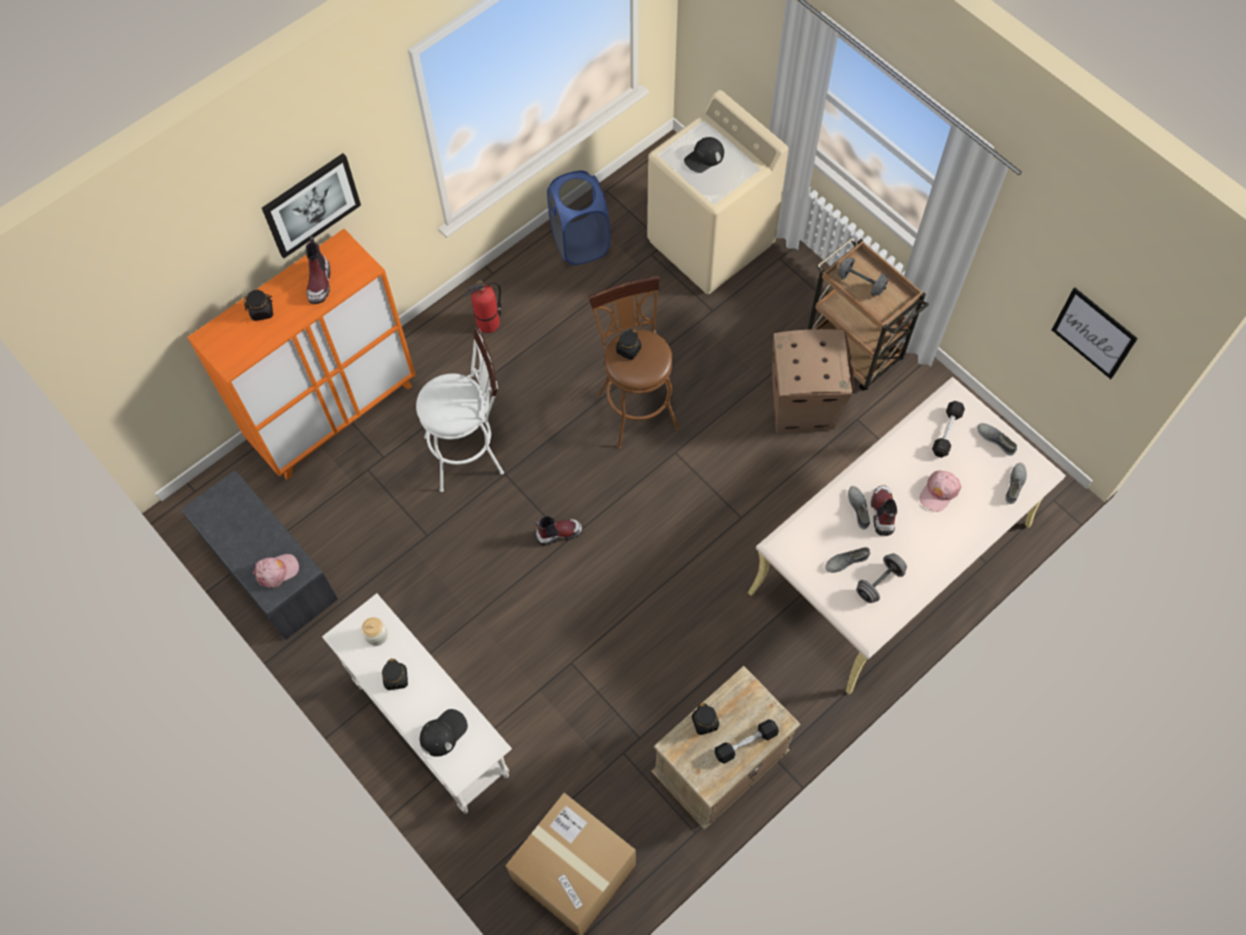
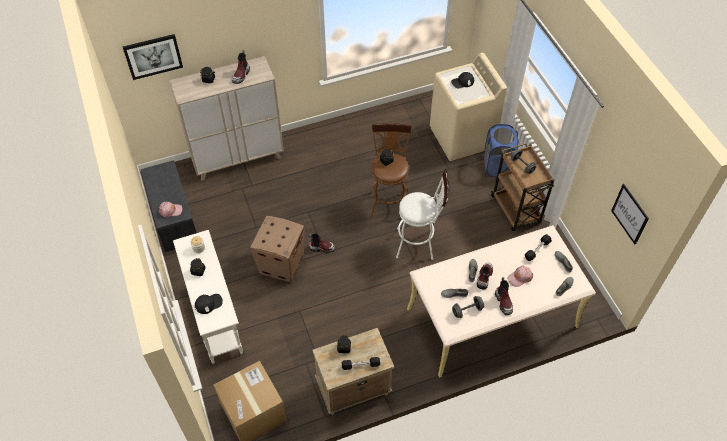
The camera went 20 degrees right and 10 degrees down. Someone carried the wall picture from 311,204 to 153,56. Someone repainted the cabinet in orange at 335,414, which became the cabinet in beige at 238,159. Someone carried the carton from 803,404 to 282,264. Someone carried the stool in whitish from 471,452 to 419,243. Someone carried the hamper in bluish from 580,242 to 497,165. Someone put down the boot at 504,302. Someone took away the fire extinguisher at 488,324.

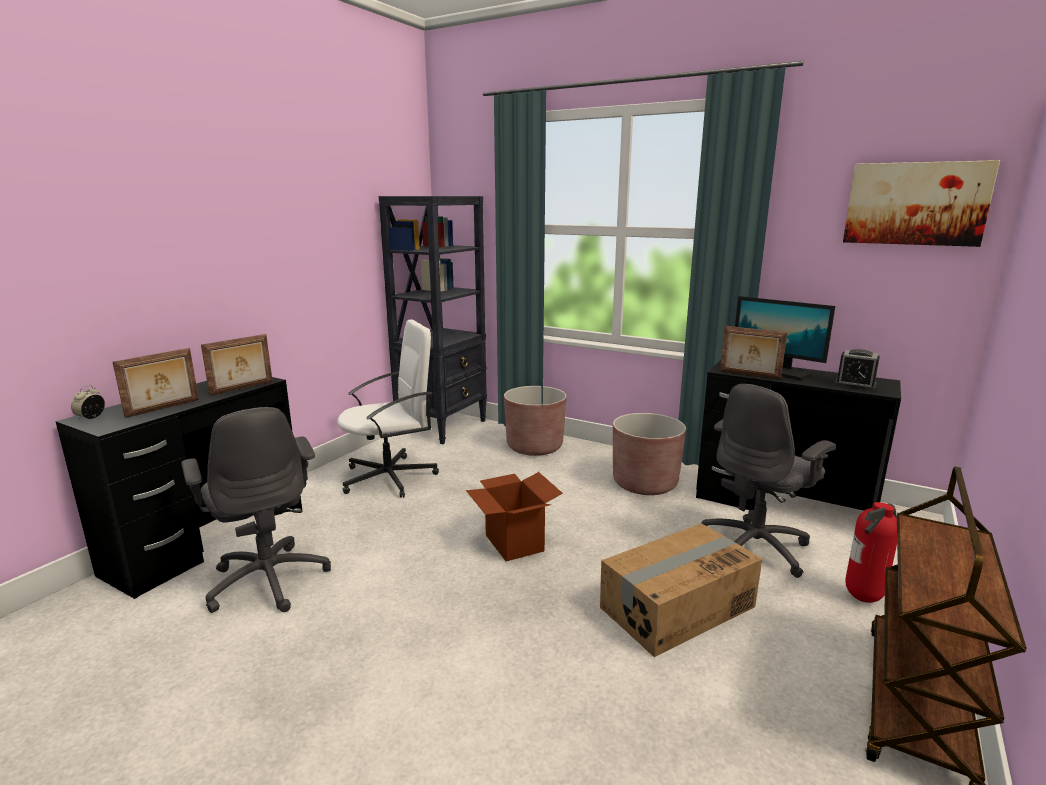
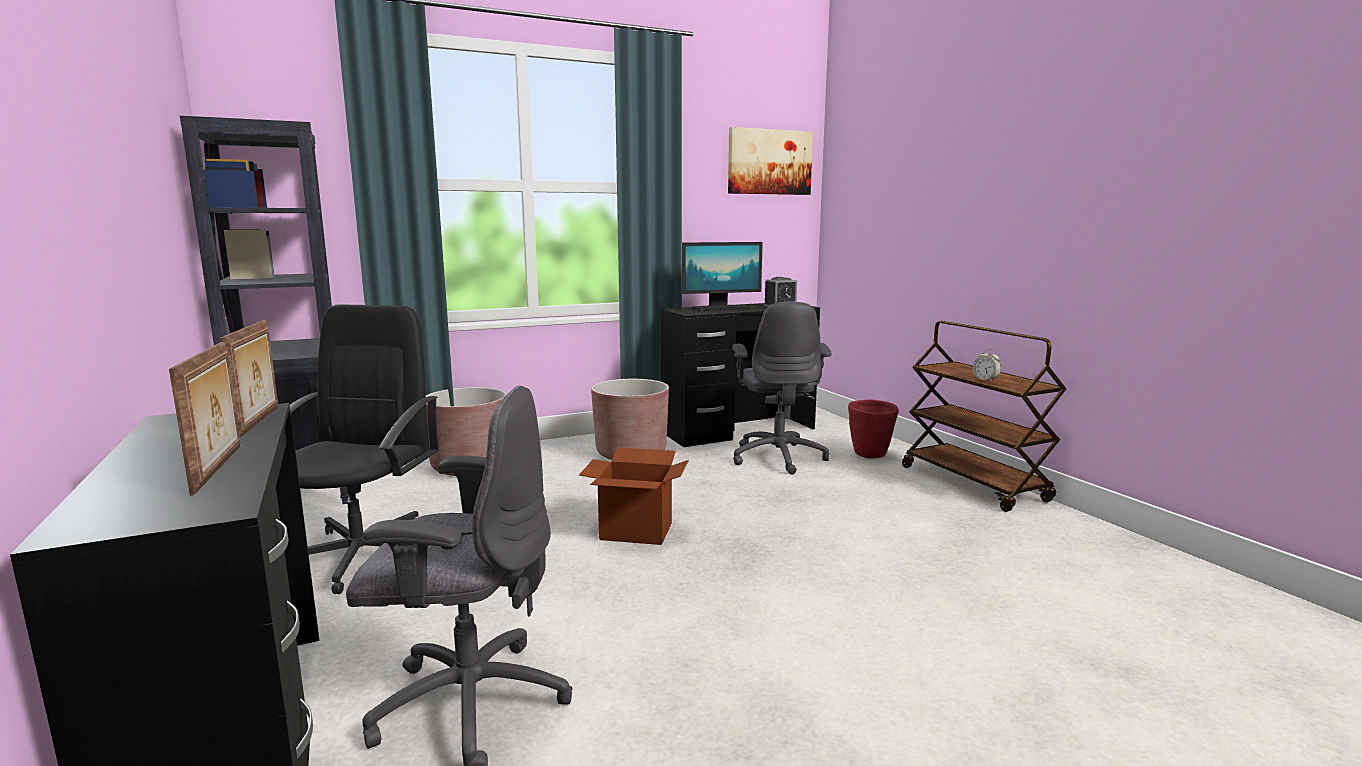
The camera went 55 degrees left and 5 degrees down. Someone repainted the office chair in whitish at 390,477, which became the office chair in black at 362,554. Someone swapped the fire extinguisher at 864,599 for the plant pot in red-coloured at 870,455. Someone carried the bedside clock from 91,417 to 985,380. Someone took away the carton at 676,607. Someone took away the photo frame at 749,375.

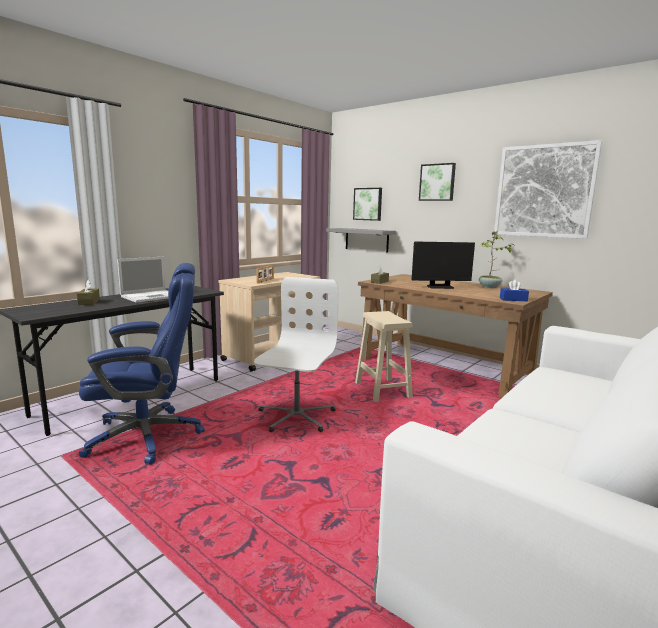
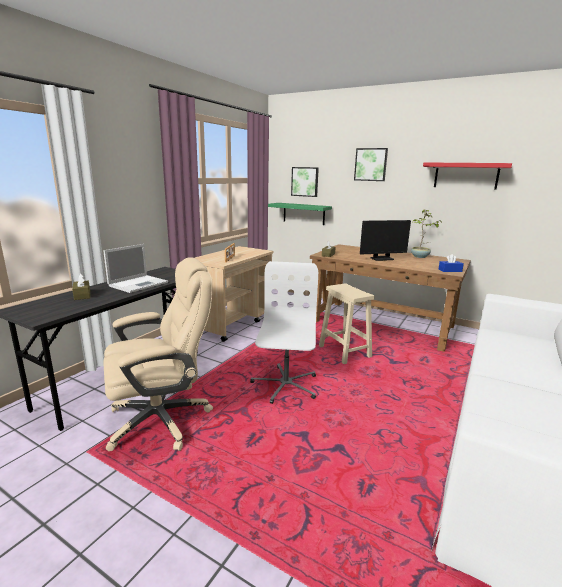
The camera went 10 degrees left and 5 degrees up. Someone repainted the office chair in bluish at 148,436, which became the office chair in beige at 161,419. Someone repainted the shelf in grey at 366,239, which became the shelf in greenish at 303,213. Someone swapped the wall picture at 544,191 for the shelf in red-coloured at 466,176.

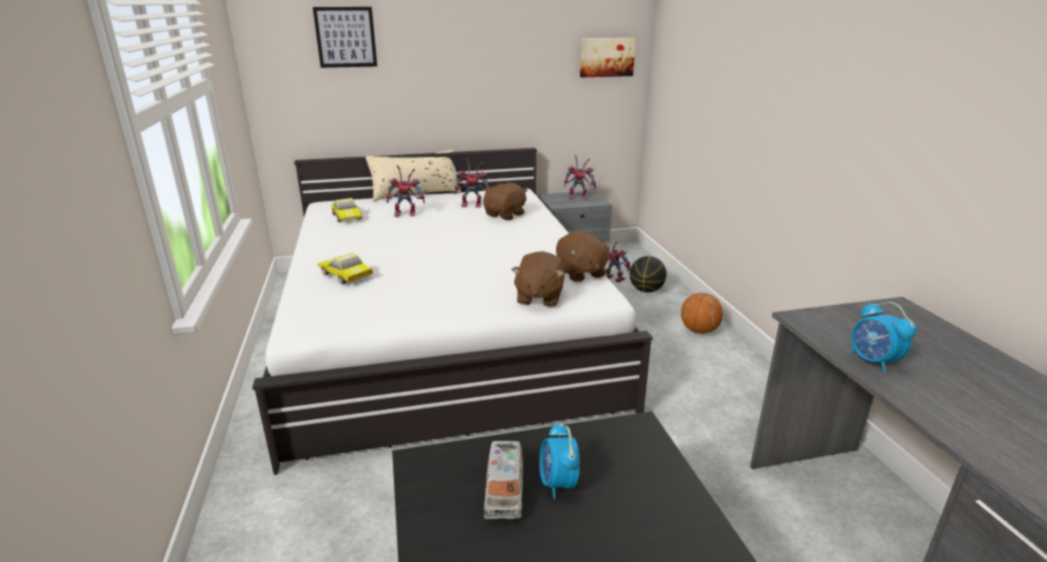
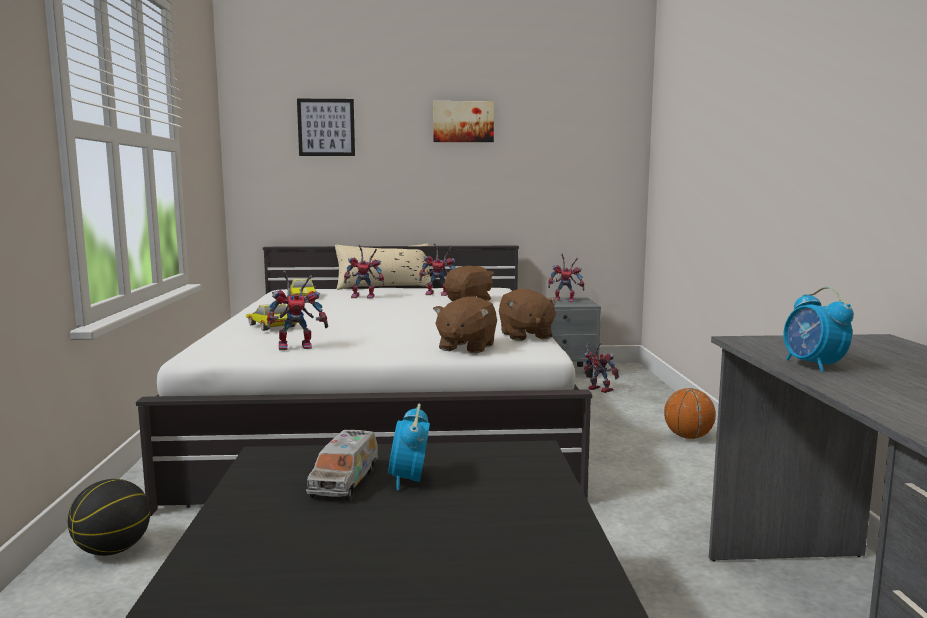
The camera went 10 degrees right and 15 degrees down. Someone carried the basketball from 646,290 to 113,550. Someone put down the robot figure at 298,346. Someone carried the wall picture from 606,57 to 463,122.

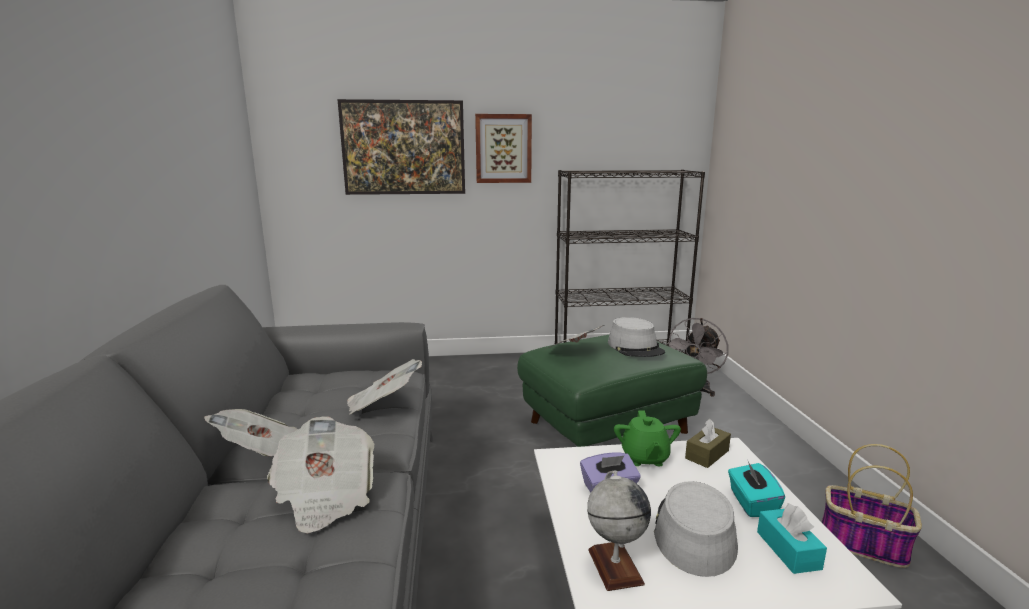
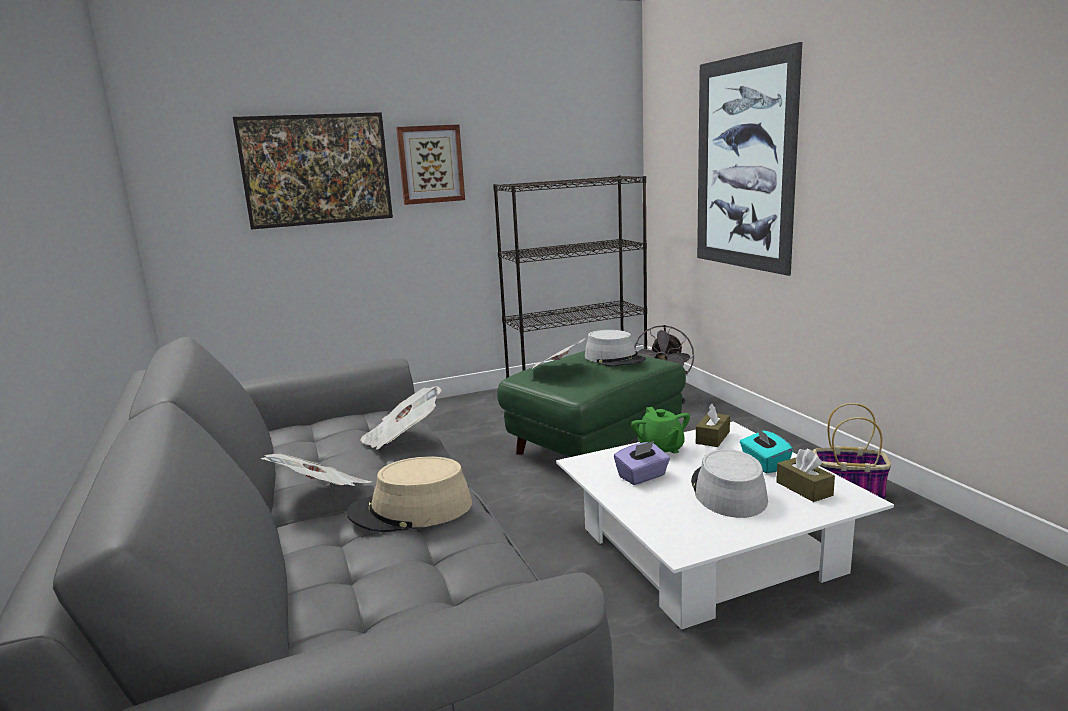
The camera went 15 degrees left and 0 degrees up. Someone swapped the daily paper at 325,496 for the wearable hat in beige at 411,510. Someone put up the wall picture at 744,164. Someone repainted the box of tissues in turquoise at 788,550, which became the box of tissues in brown at 804,488. Someone took away the globe at 614,566.

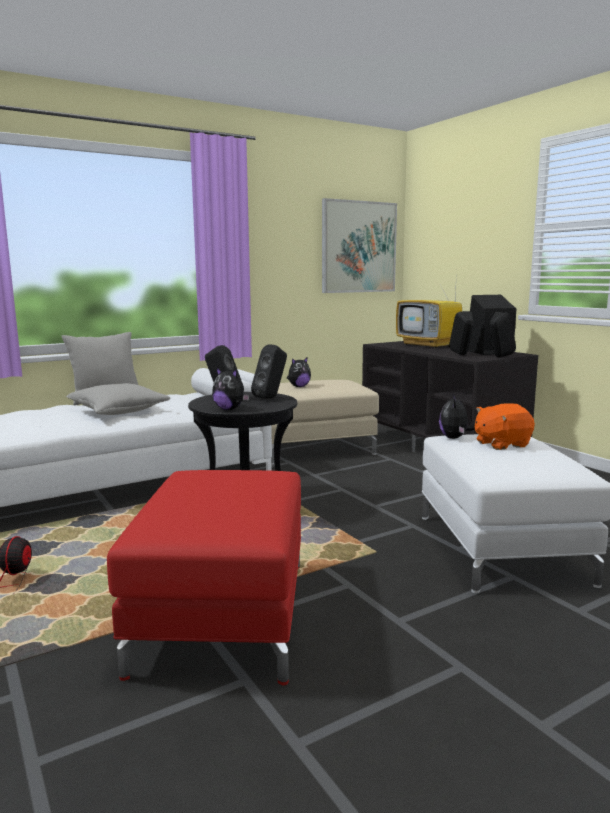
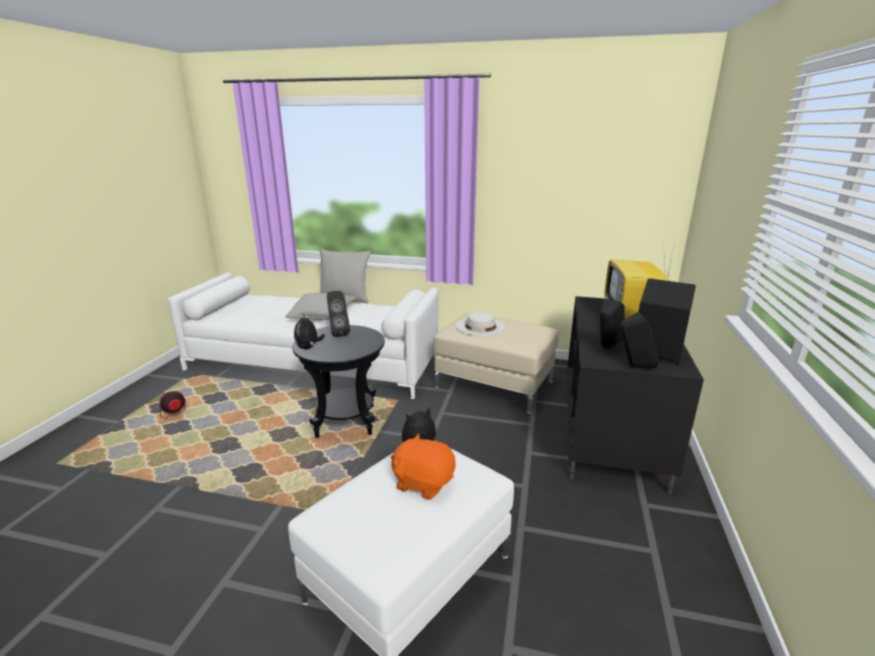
The camera went 45 degrees right and 10 degrees up. Someone swapped the cuddly toy at 299,386 for the wearable hat in whitish at 480,326. Someone took away the footrest in red-coloured at 225,615. Someone took away the loudspeaker in black at 271,397. Someone took away the wall picture at 359,247.

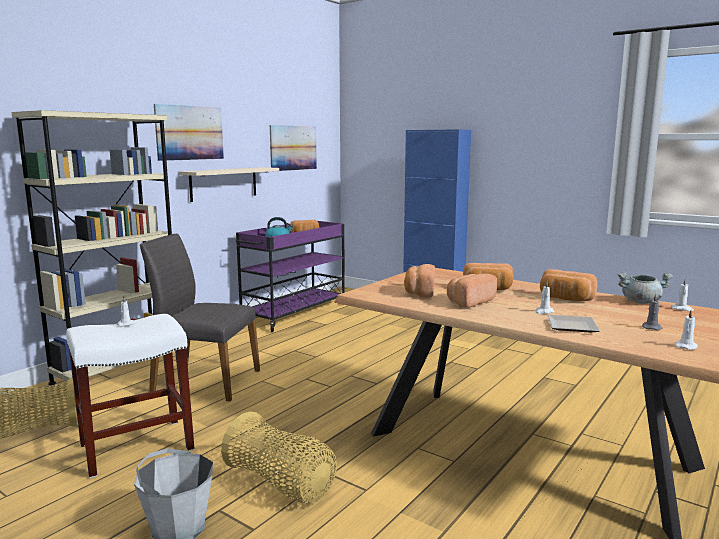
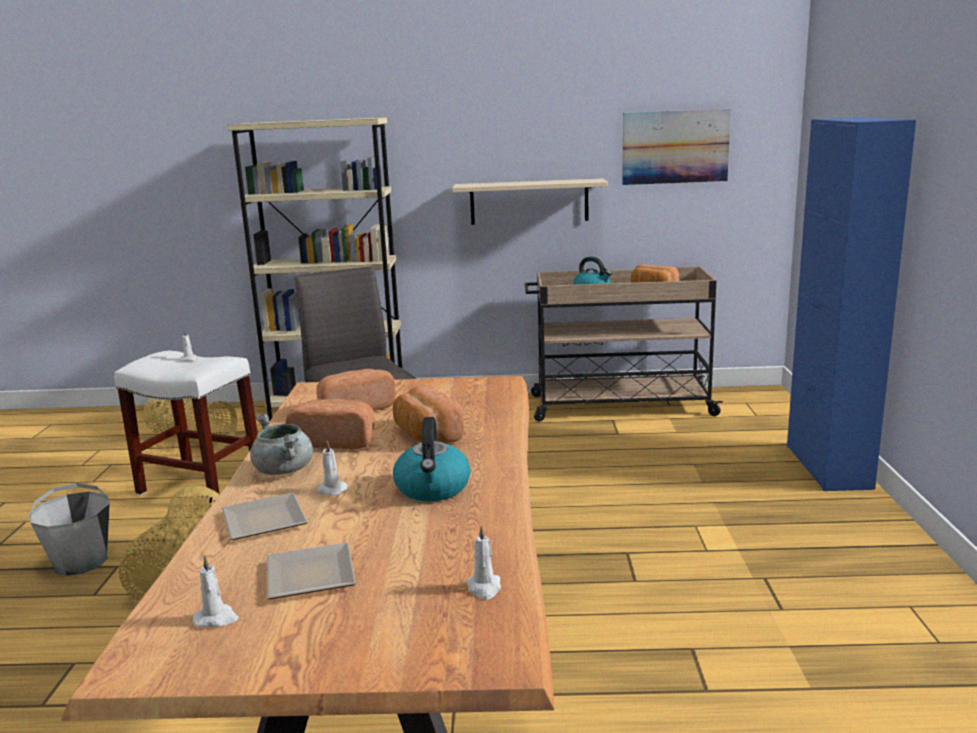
The camera went 55 degrees right and 5 degrees up. Someone carried the stockpot in grey from 641,302 to 284,470. Someone swapped the candle in grey at 651,327 for the flat dish at 314,577. Someone swapped the bread at 565,299 for the kettle at 433,489. Someone repainted the cart in purplish at 293,313, which became the cart in beige at 619,405. Someone took away the wall picture at 190,133.

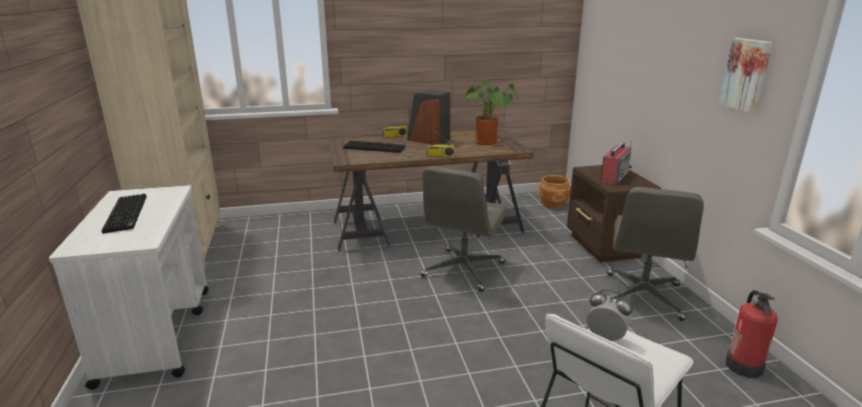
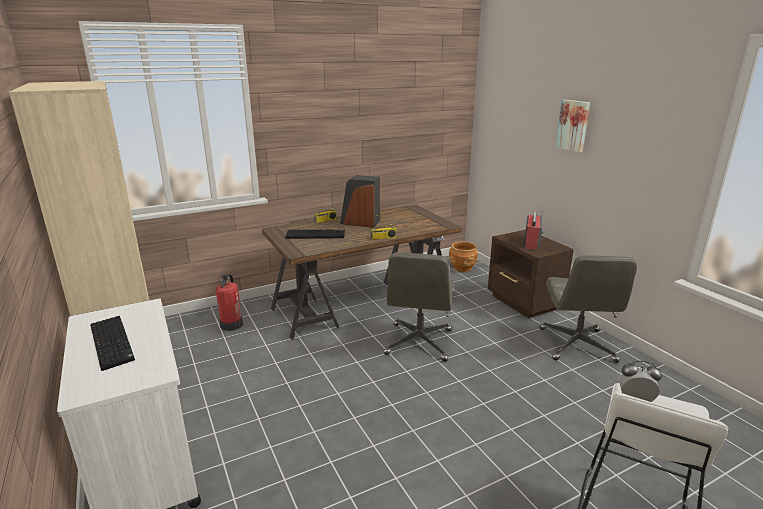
The camera went 15 degrees left and 0 degrees up. Someone carried the fire extinguisher from 744,366 to 232,324. Someone carried the wall picture from 747,74 to 573,125. Someone took away the houseplant at 488,142.

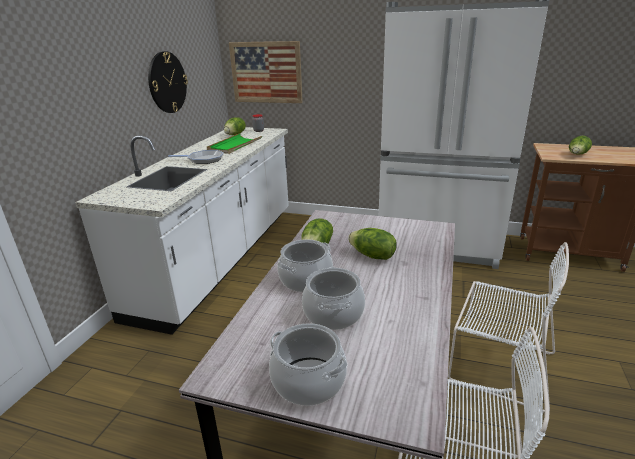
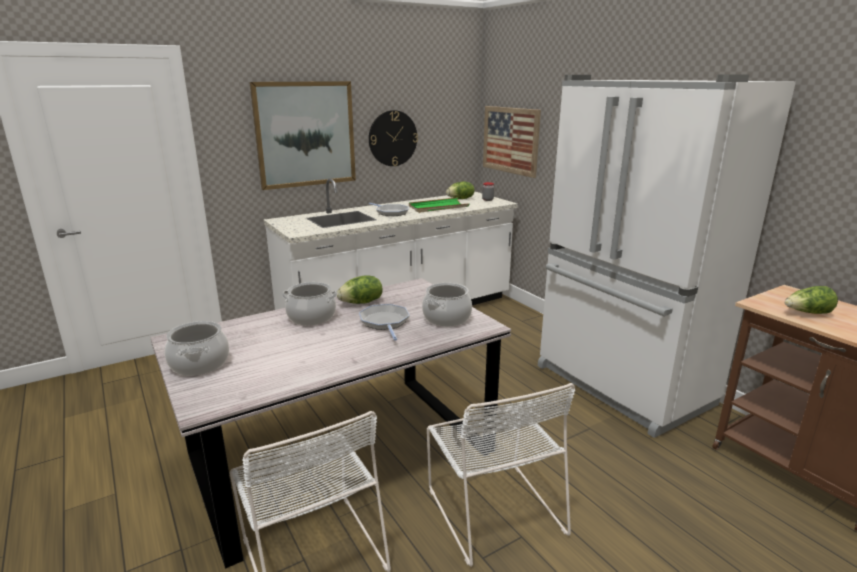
The camera went 40 degrees right and 5 degrees down. Someone put up the wall picture at 305,134. Someone swapped the lettuce at 372,256 for the skillet at 385,322. Someone carried the stockpot from 334,314 to 447,318.

